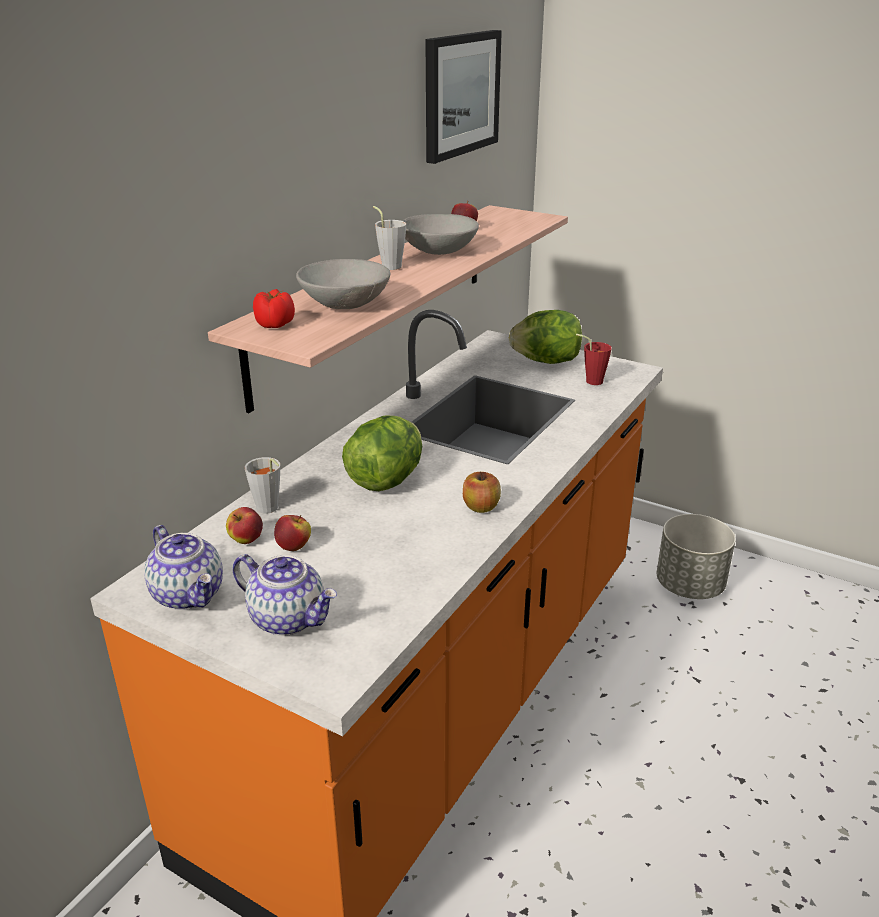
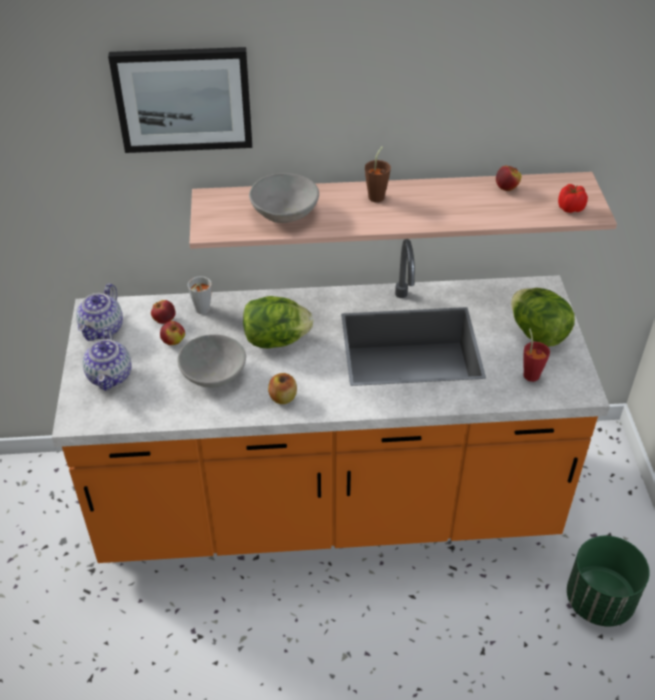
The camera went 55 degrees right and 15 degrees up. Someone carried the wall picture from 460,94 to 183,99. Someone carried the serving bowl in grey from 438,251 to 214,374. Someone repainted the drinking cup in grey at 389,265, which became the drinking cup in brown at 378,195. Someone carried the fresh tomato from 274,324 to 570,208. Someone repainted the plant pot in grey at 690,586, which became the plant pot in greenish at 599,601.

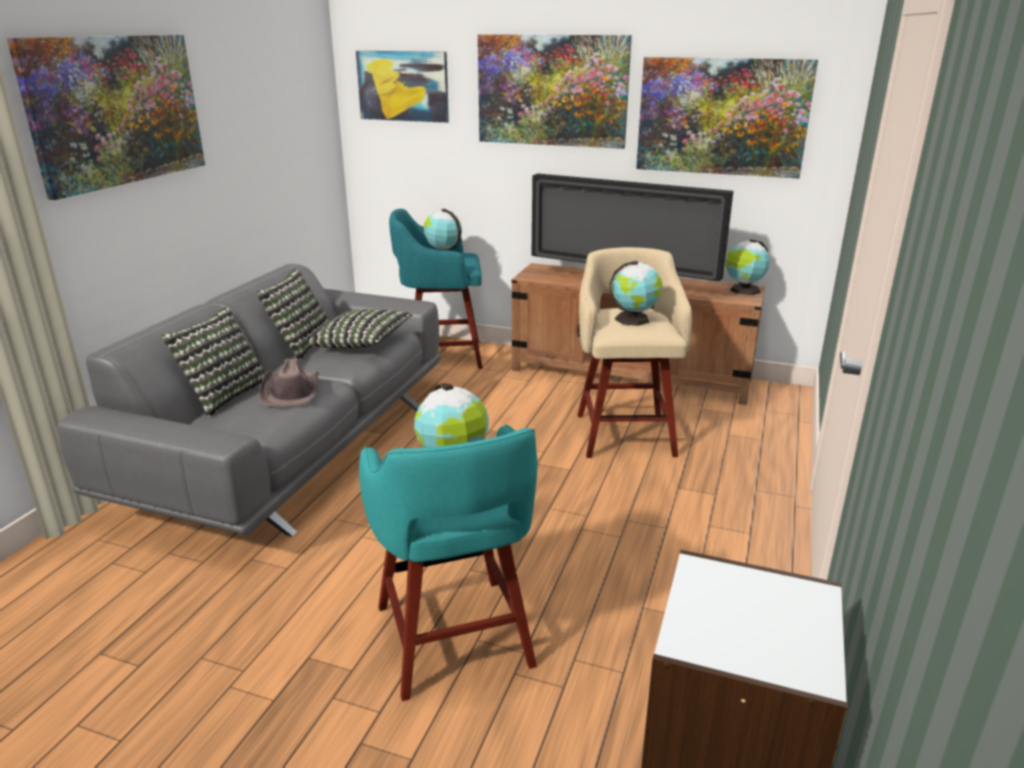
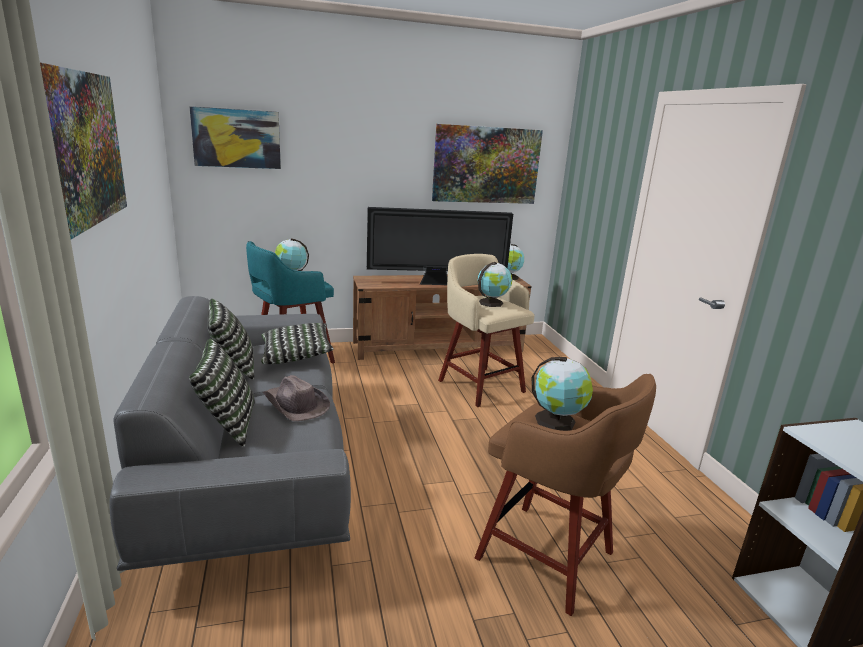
The camera went 35 degrees left and 5 degrees down. Someone repainted the stool in turquoise at 454,640, which became the stool in brown at 549,558. Someone took away the wall picture at 552,91.

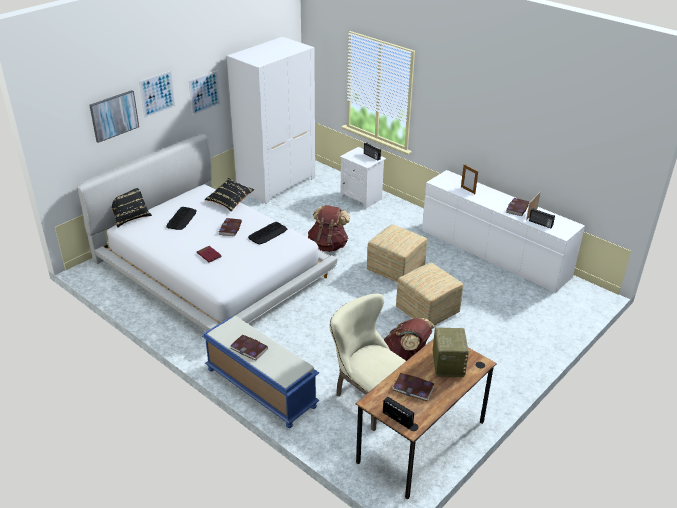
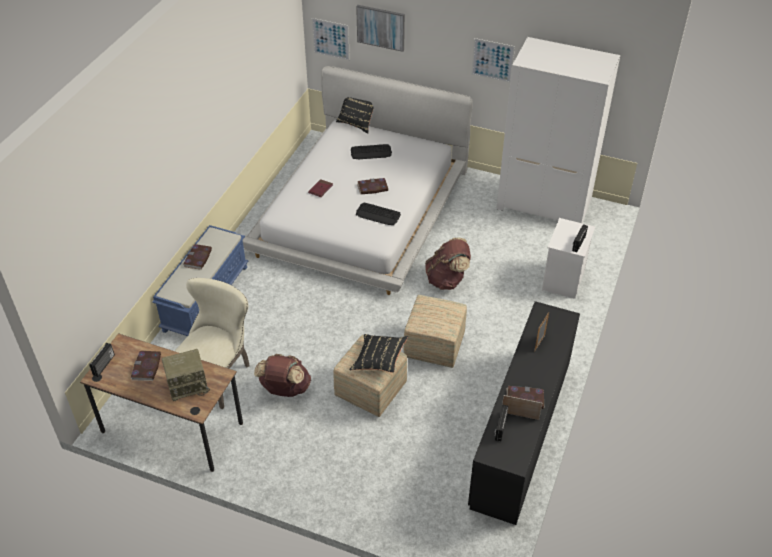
The camera went 70 degrees right and 10 degrees up. Someone carried the wall picture from 157,94 to 330,39. Someone carried the throw pillow in black from 230,201 to 379,359. Someone repainted the drawer chest in whitish at 494,253, which became the drawer chest in black at 522,431.

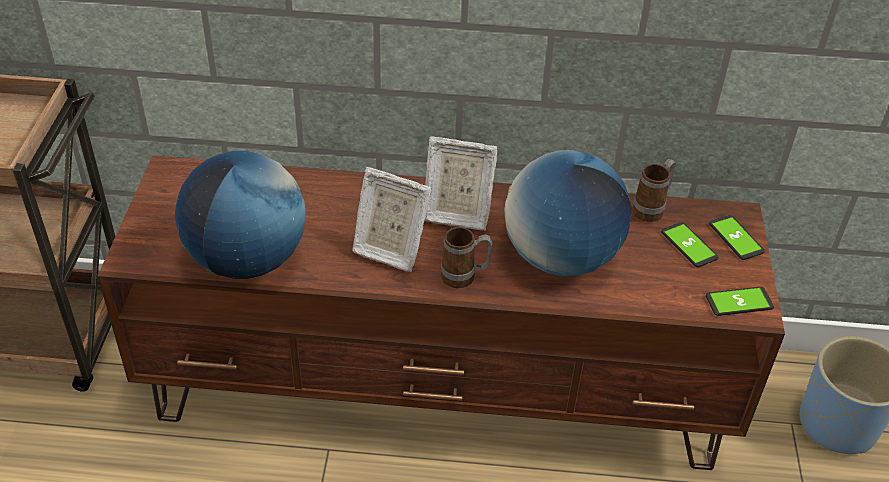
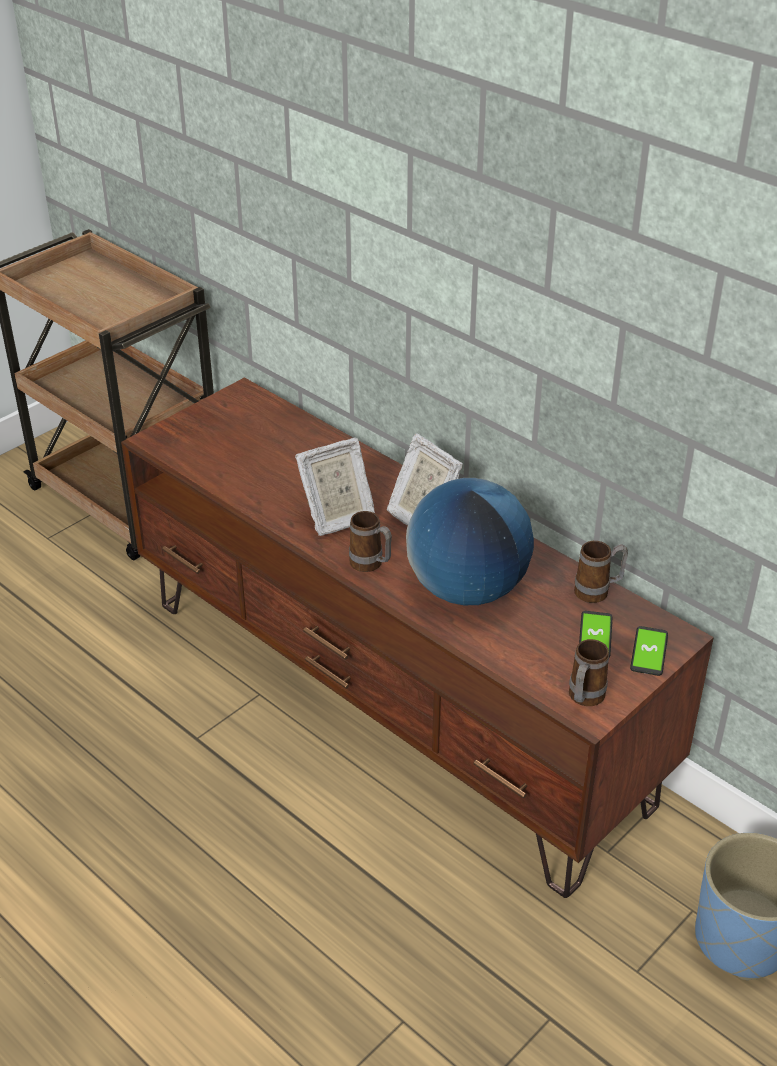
The camera went 40 degrees right and 5 degrees down. Someone rotated the photo frame at 389,249 by 90 degrees counterclockwise. Someone swapped the phone at 739,302 for the mug at 583,699. Someone took away the globe at 247,260.

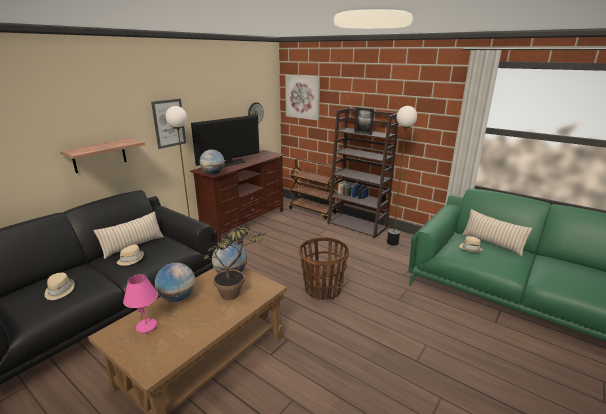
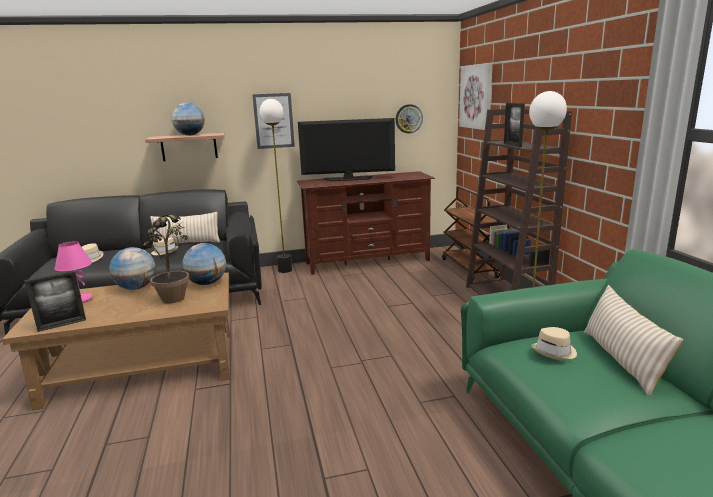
The camera went 40 degrees right and 5 degrees down. Someone put down the photo frame at 62,325. Someone carried the globe from 213,173 to 190,135. Someone took away the household basket at 322,290.

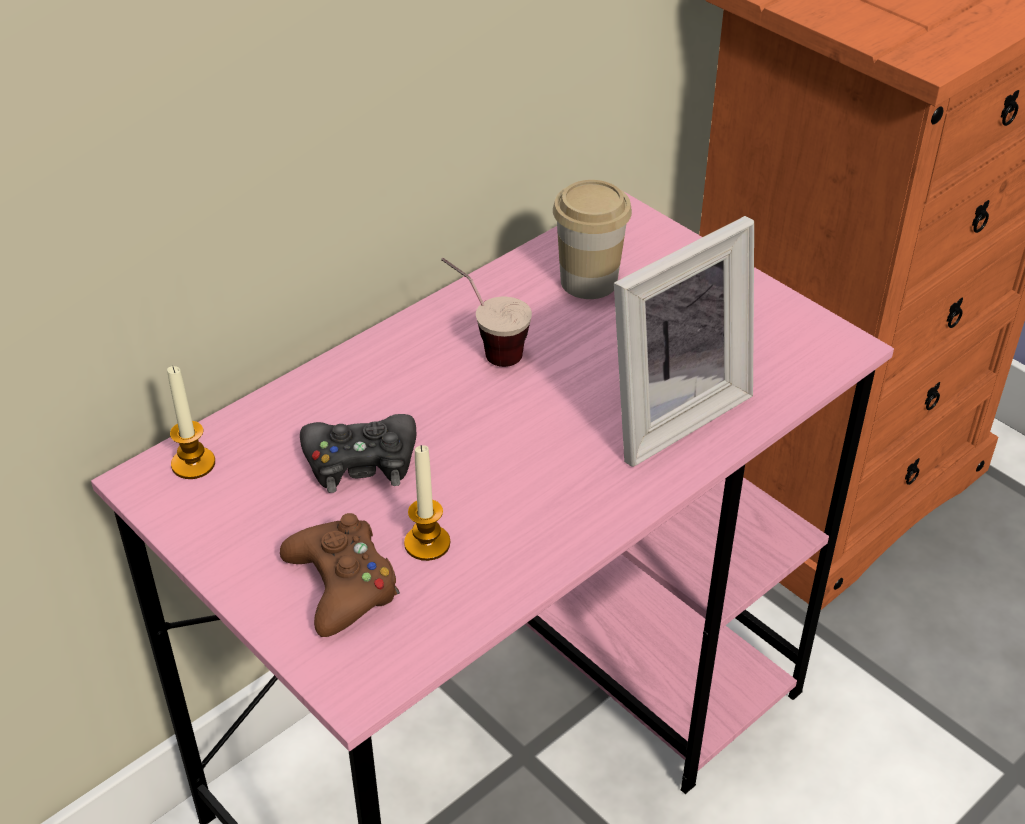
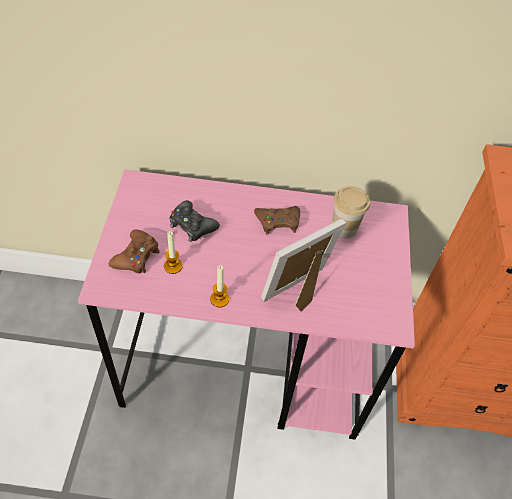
The camera went 45 degrees right and 10 degrees up. Someone carried the candle from 193,464 to 219,299. Someone swapped the drinking cup at 485,348 for the gamepad in brown at 278,221. Someone rotated the photo frame at 668,412 by 135 degrees clockwise.

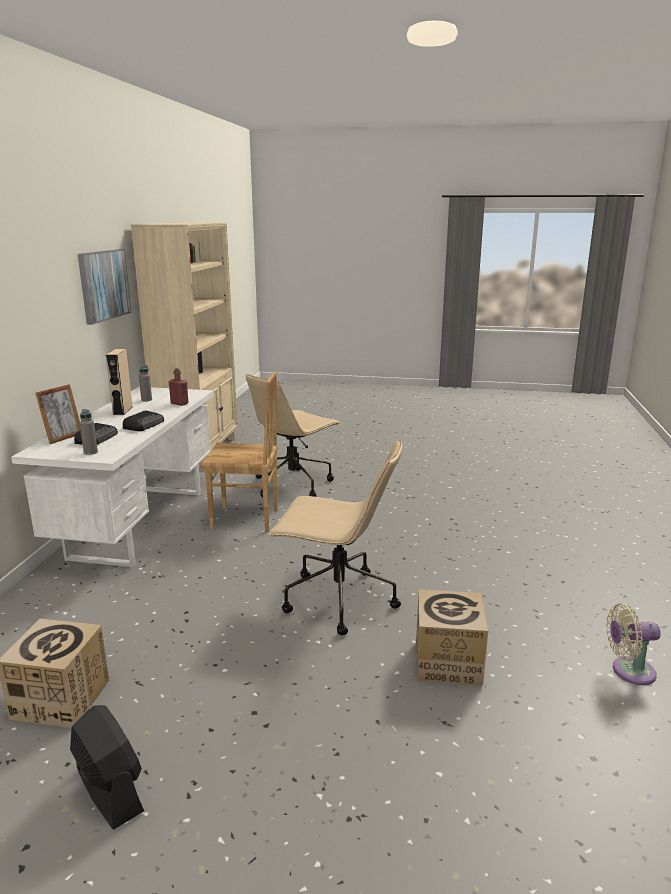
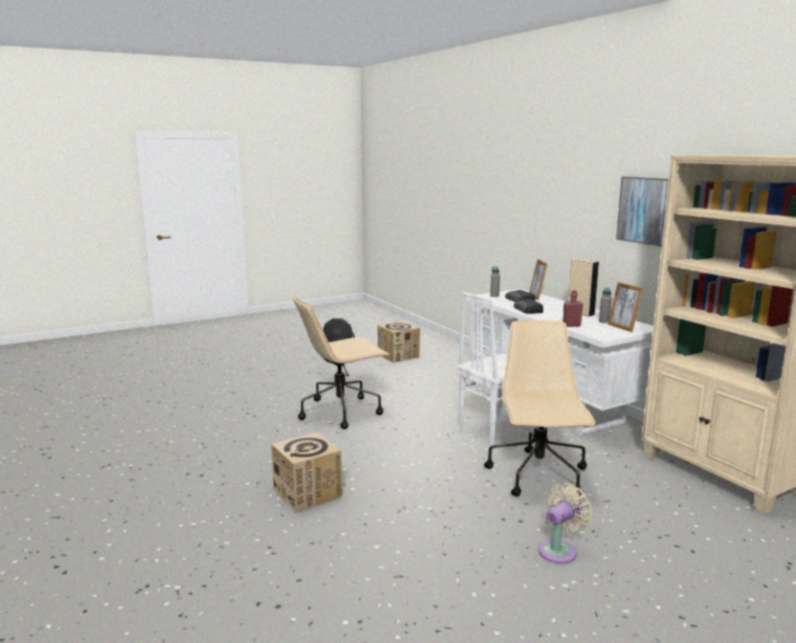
The camera went 140 degrees right and 5 degrees down. Someone carried the carton from 447,662 to 307,493. Someone repainted the upright chair in brown at 245,519, which became the upright chair in whitish at 494,430. Someone carried the cooling fan in beige from 629,671 to 560,550. Someone put down the photo frame at 623,327.

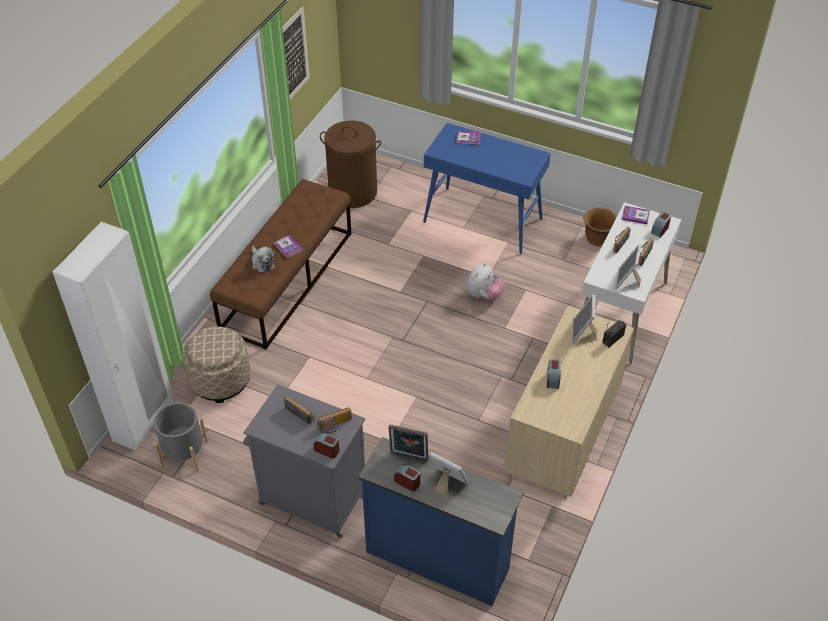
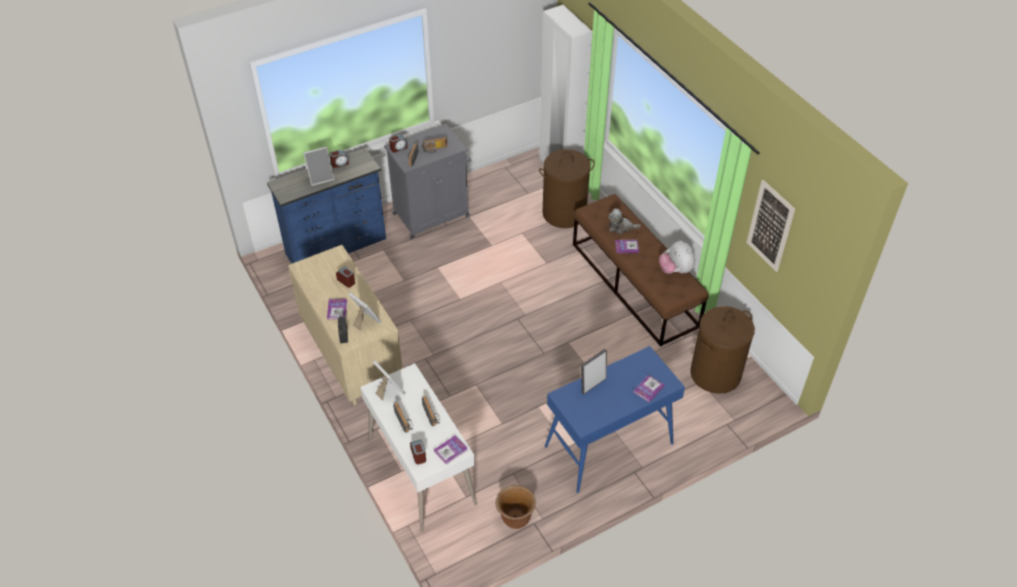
The camera went 125 degrees right and 0 degrees up. Someone put down the book at 337,309. Someone swapped the footrest in beige at 220,380 for the hamper in brown at 564,213. Someone carried the photo frame from 408,458 to 592,384. Someone carried the cuddly toy from 483,295 to 675,270. Someone took away the plant pot in grey at 184,453.

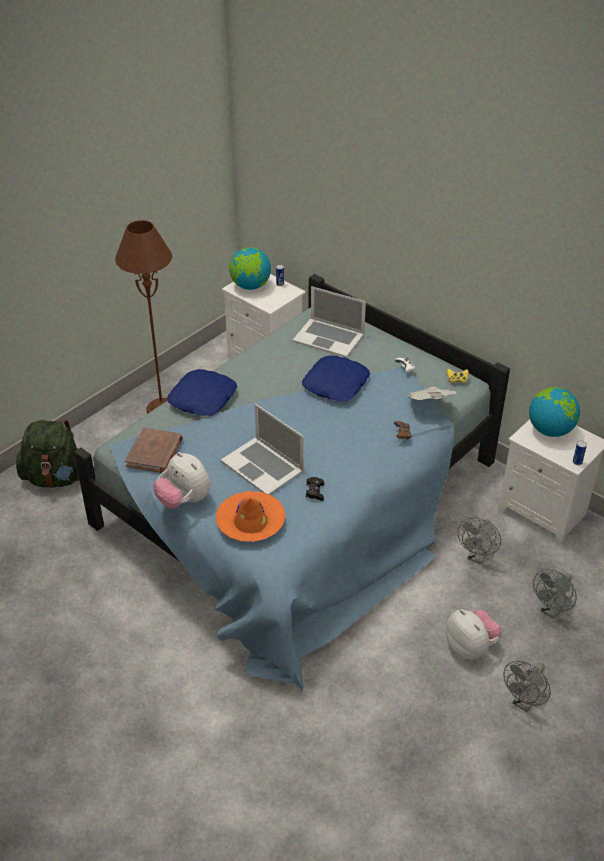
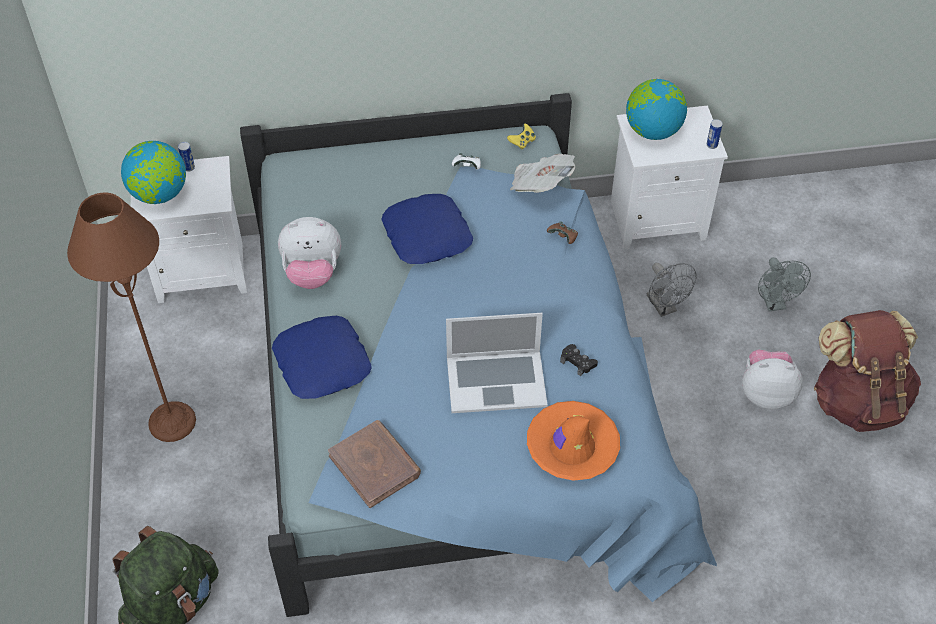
The camera went 50 degrees left and 10 degrees up. Someone carried the cuddly toy from 184,500 to 312,273. Someone swapped the cooling fan in grey at 524,702 for the backpack in brown at 857,400. Someone took away the portable computer at 329,337.

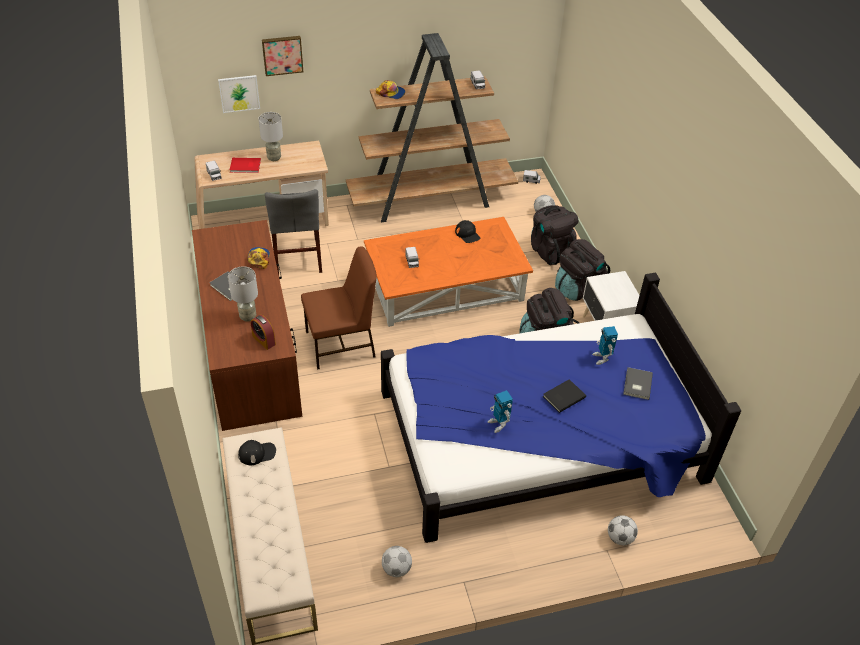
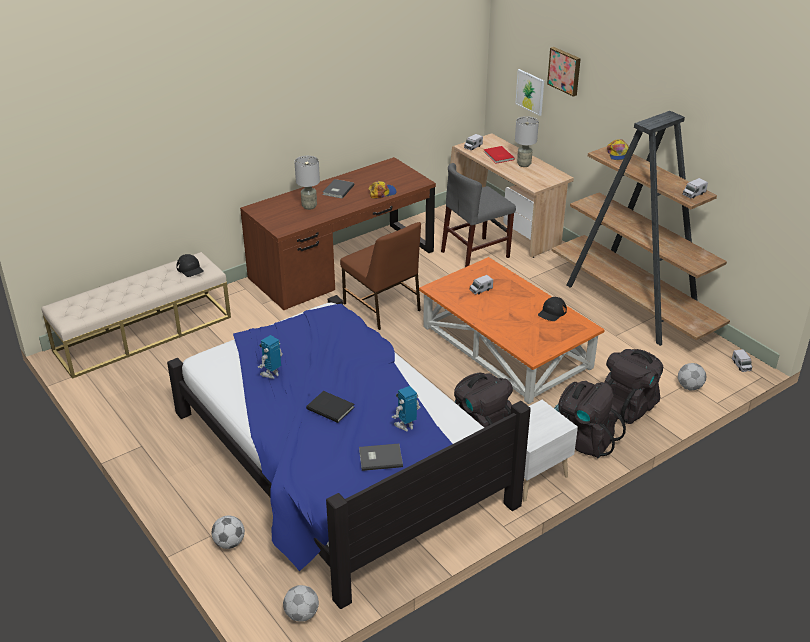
The camera went 70 degrees right and 10 degrees down. Someone carried the football from 396,569 to 301,614. Someone took away the bedside clock at 264,340.

